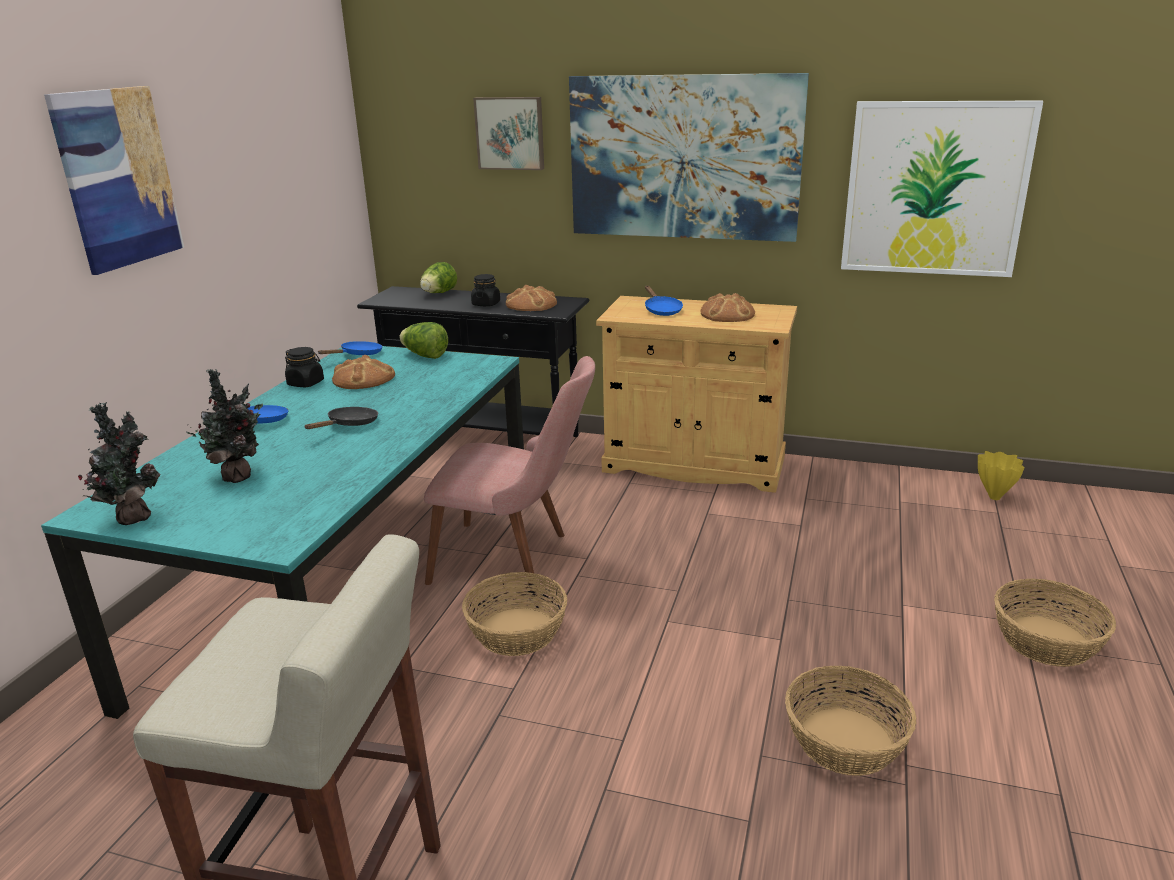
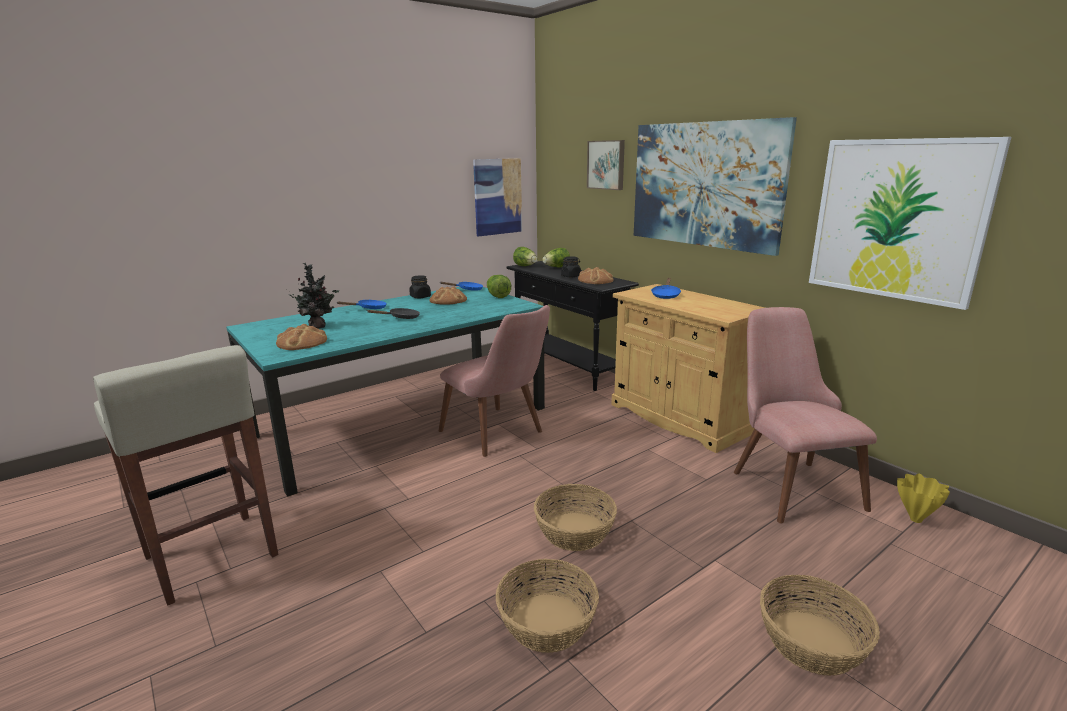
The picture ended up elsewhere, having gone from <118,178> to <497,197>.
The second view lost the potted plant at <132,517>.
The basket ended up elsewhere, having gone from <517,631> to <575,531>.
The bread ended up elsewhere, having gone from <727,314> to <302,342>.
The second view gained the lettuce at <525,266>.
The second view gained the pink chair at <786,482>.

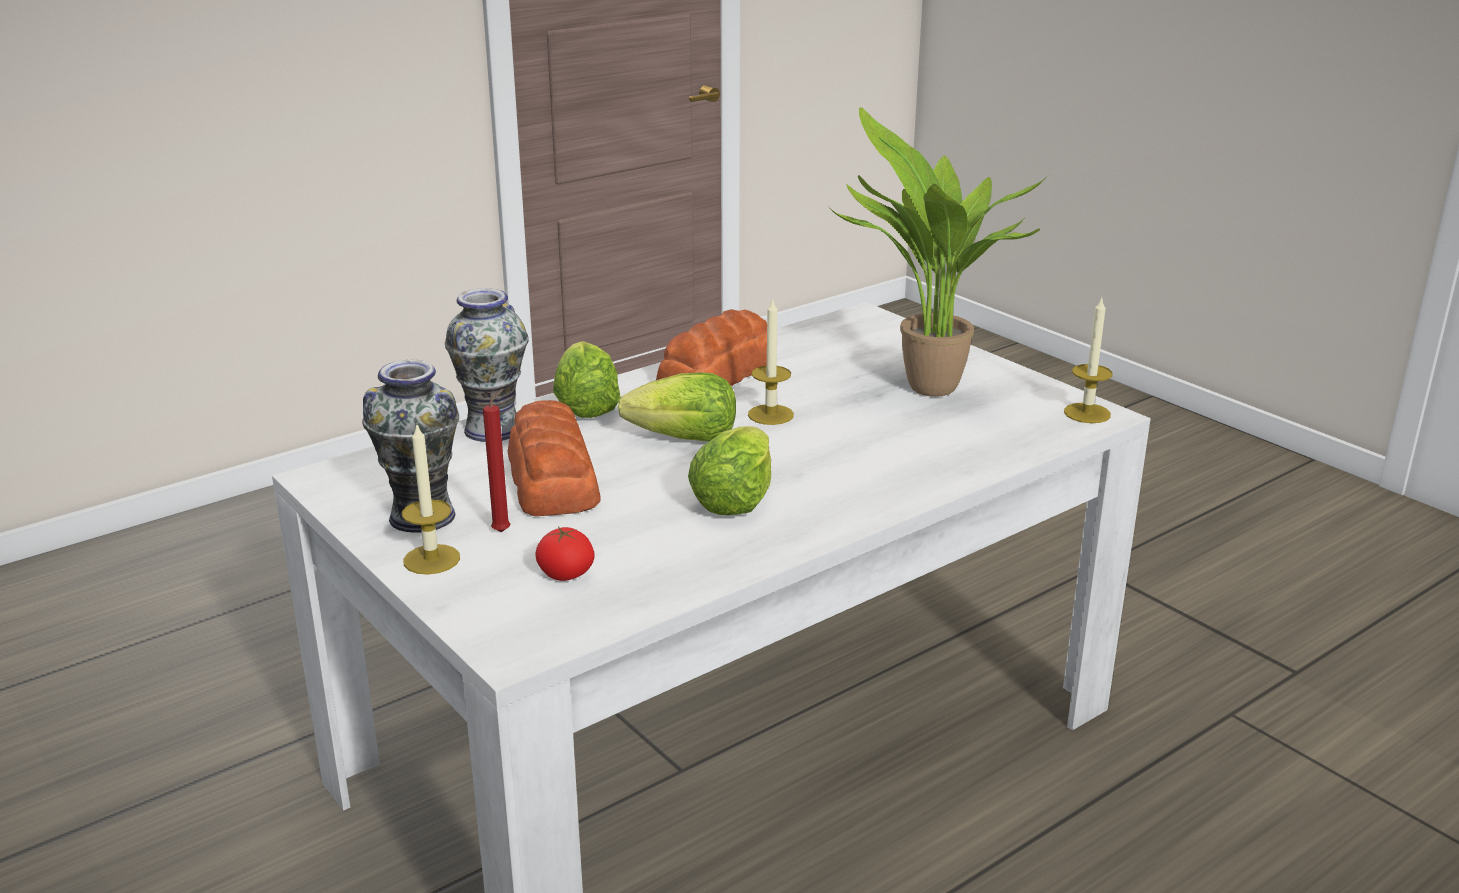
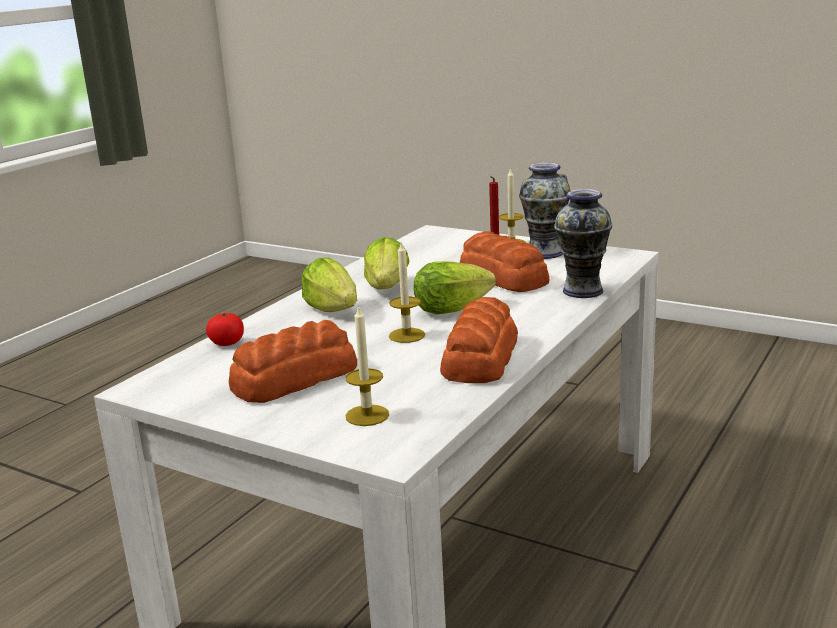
The tomato ended up elsewhere, having gone from <566,574> to <227,343>.
The lettuce ended up elsewhere, having gone from <586,407> to <333,309>.
Where the potted plant stood at <925,391>, the bread came to stand at <293,378>.
The candle ended up elsewhere, having gone from <1087,413> to <367,415>.

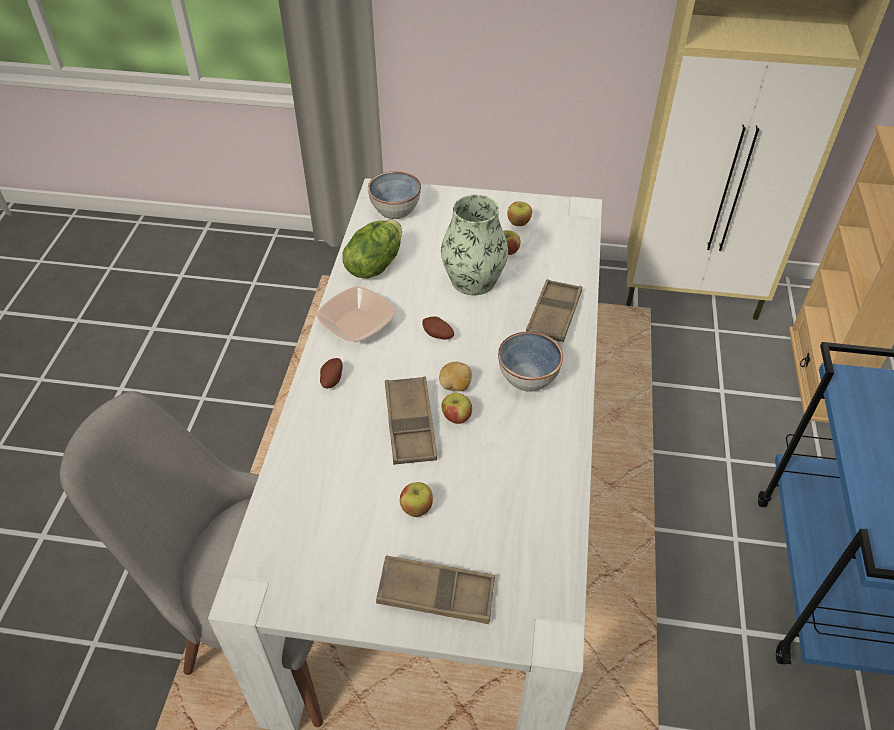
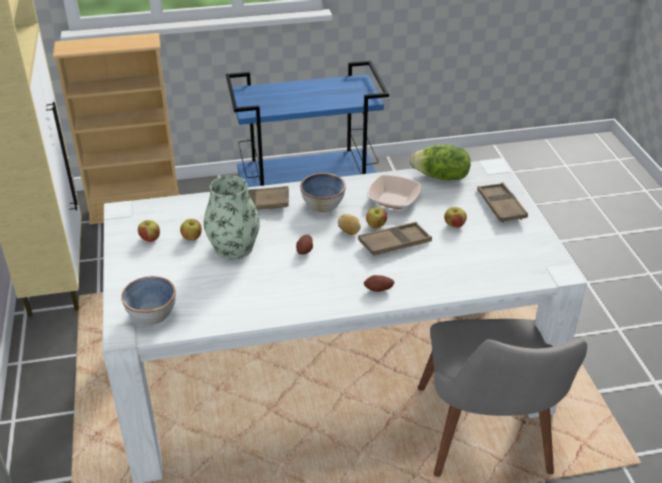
The bowl ended up elsewhere, having gone from <357,324> to <393,199>.
The lettuce ended up elsewhere, having gone from <374,264> to <441,177>.

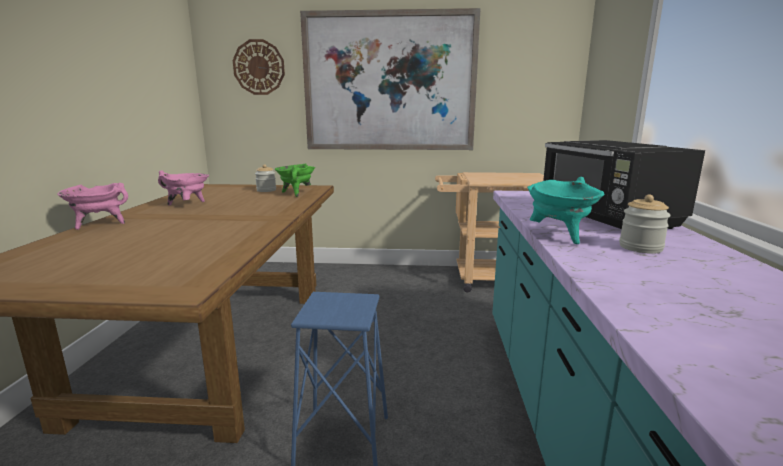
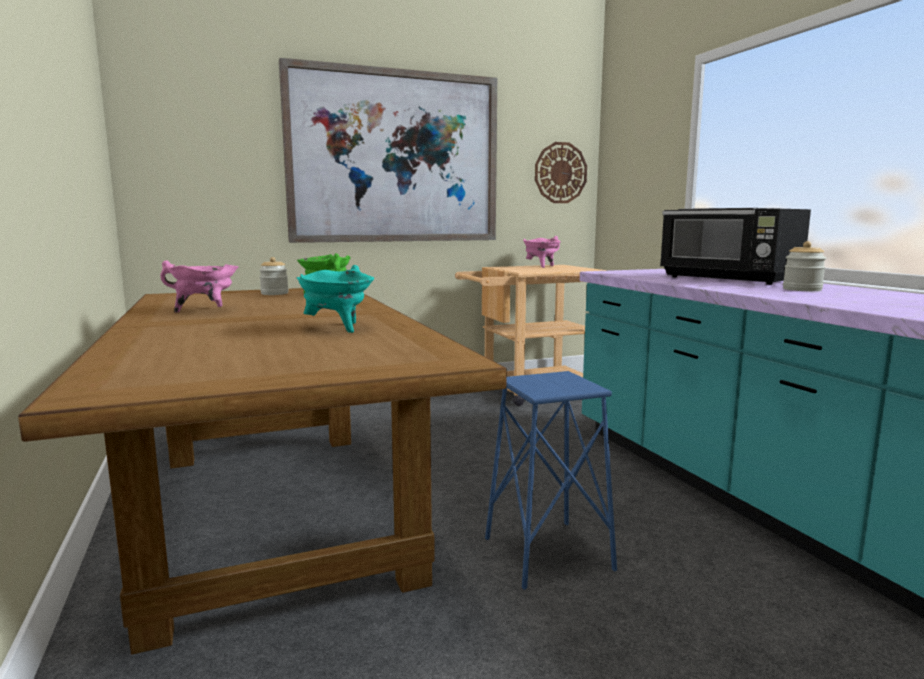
The pink cooking pot ended up elsewhere, having gone from <99,224> to <541,266>.
The wall clock ended up elsewhere, having gone from <259,67> to <560,173>.
The turquoise cooking pot ended up elsewhere, having gone from <560,236> to <337,328>.

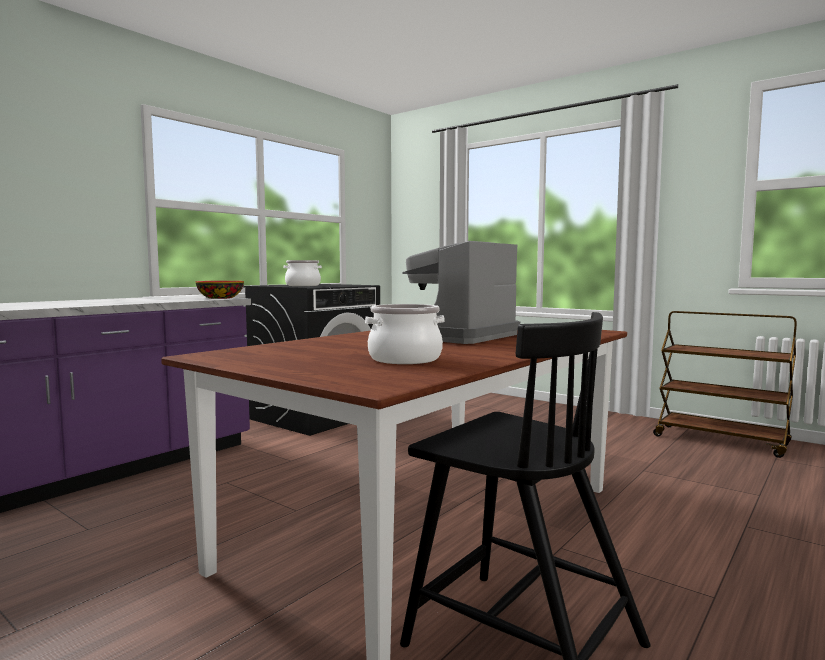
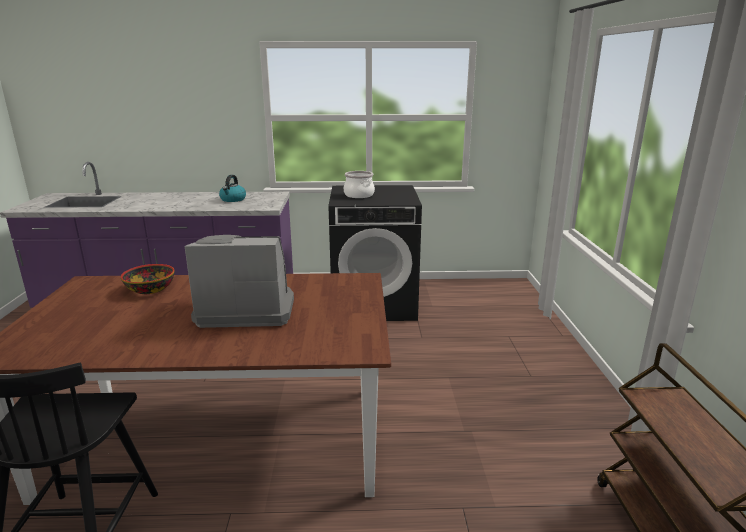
The bowl ended up elsewhere, having gone from <220,298> to <150,289>.
The second view lost the cooking pot at <405,359>.
The second view gained the kettle at <233,199>.

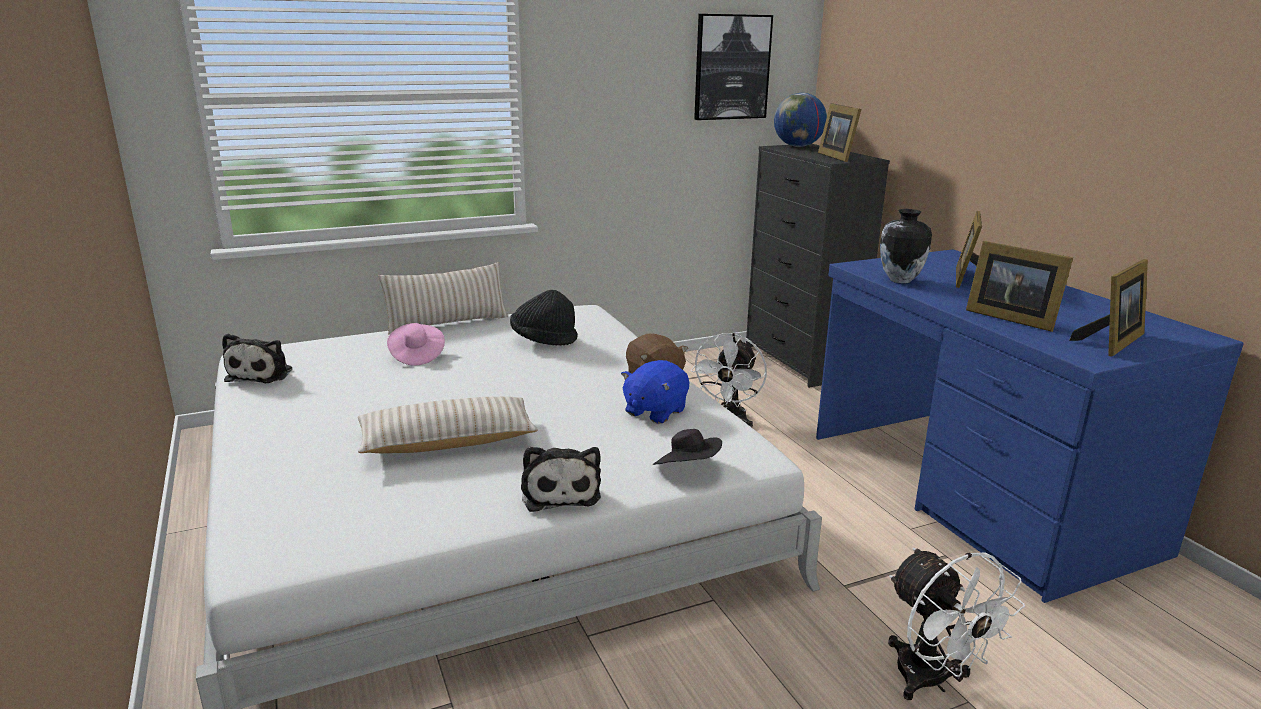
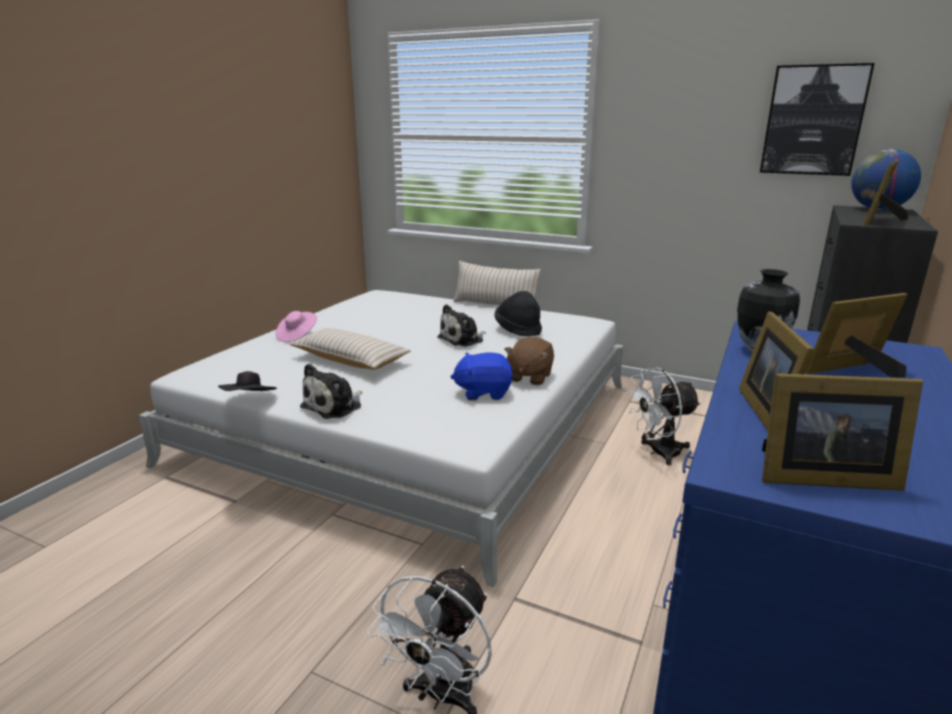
The plush toy ended up elsewhere, having gone from <262,374> to <463,339>.
The pink hat ended up elsewhere, having gone from <416,356> to <297,336>.
The black hat ended up elsewhere, having gone from <687,469> to <250,401>.

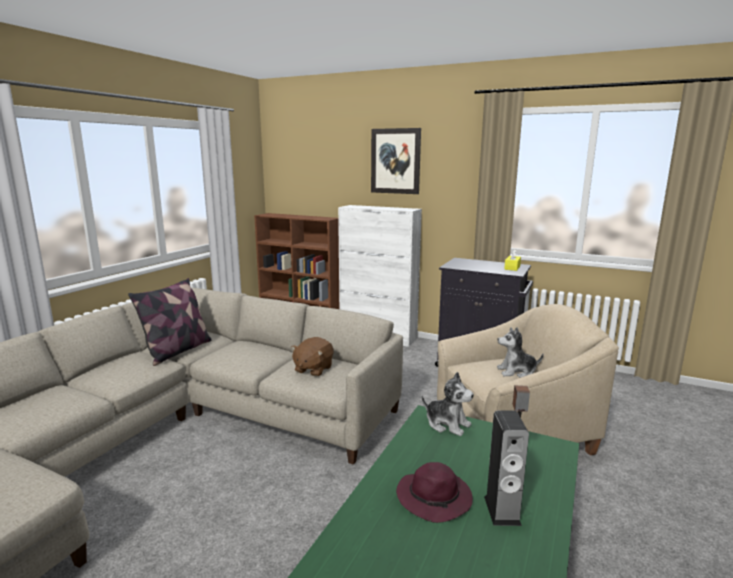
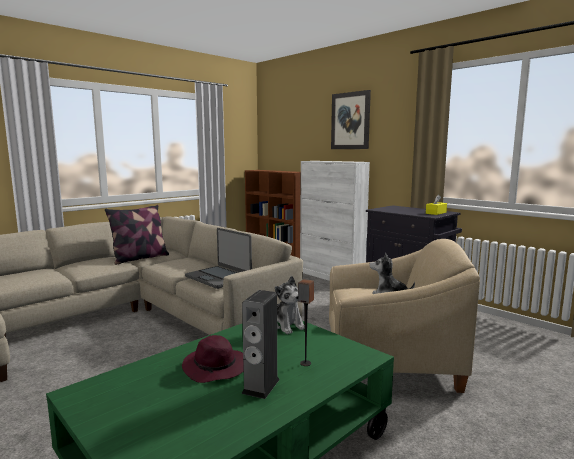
Where the brown plush toy stood at <313,369>, the laptop came to stand at <218,278>.

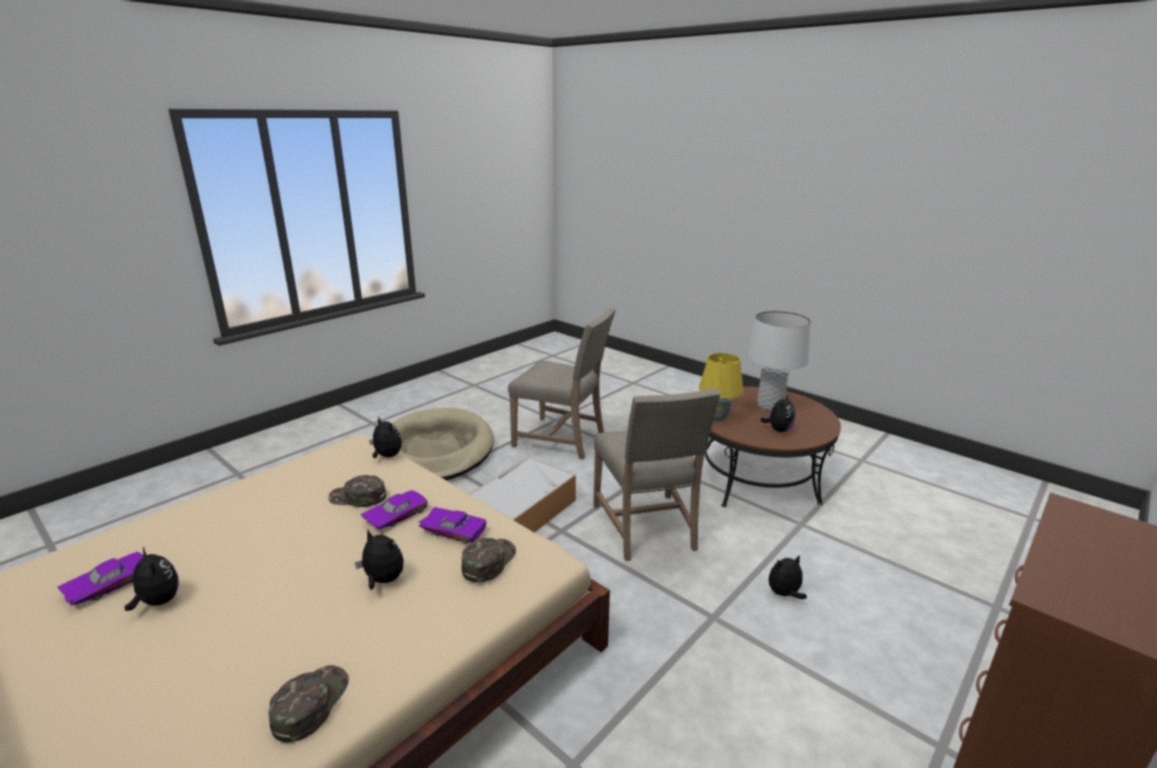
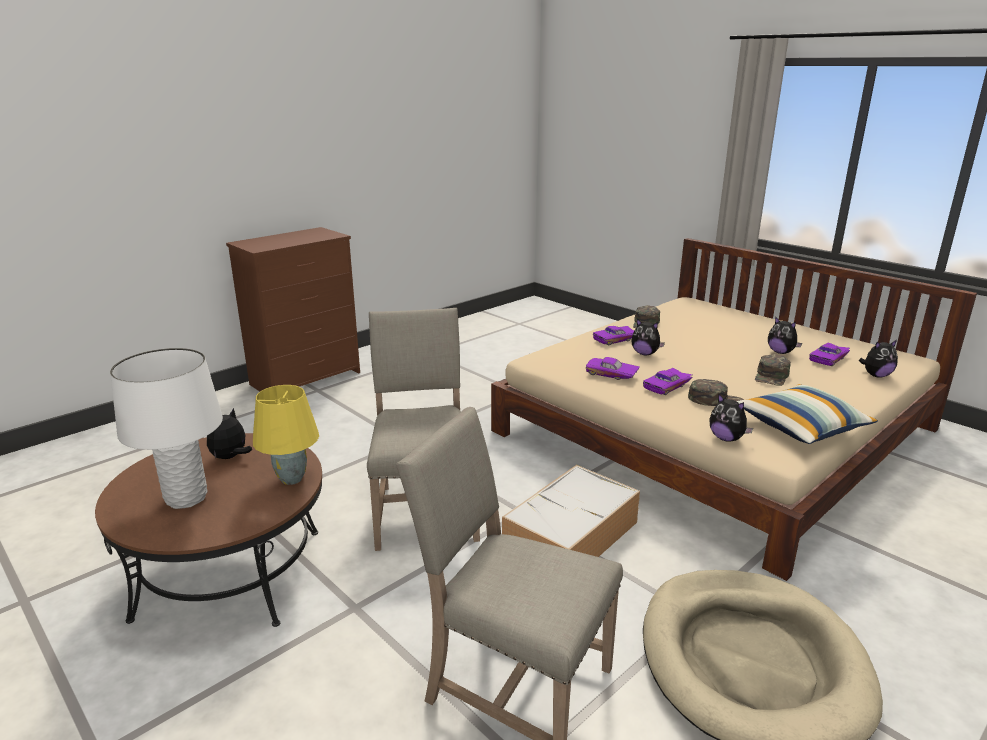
The green cap ended up elsewhere, having gone from <488,561> to <772,376>.
The plush toy ended up elsewhere, having gone from <784,594> to <876,375>.
The second view gained the purple toy car at <616,340>.
The second view gained the pillow at <800,427>.

